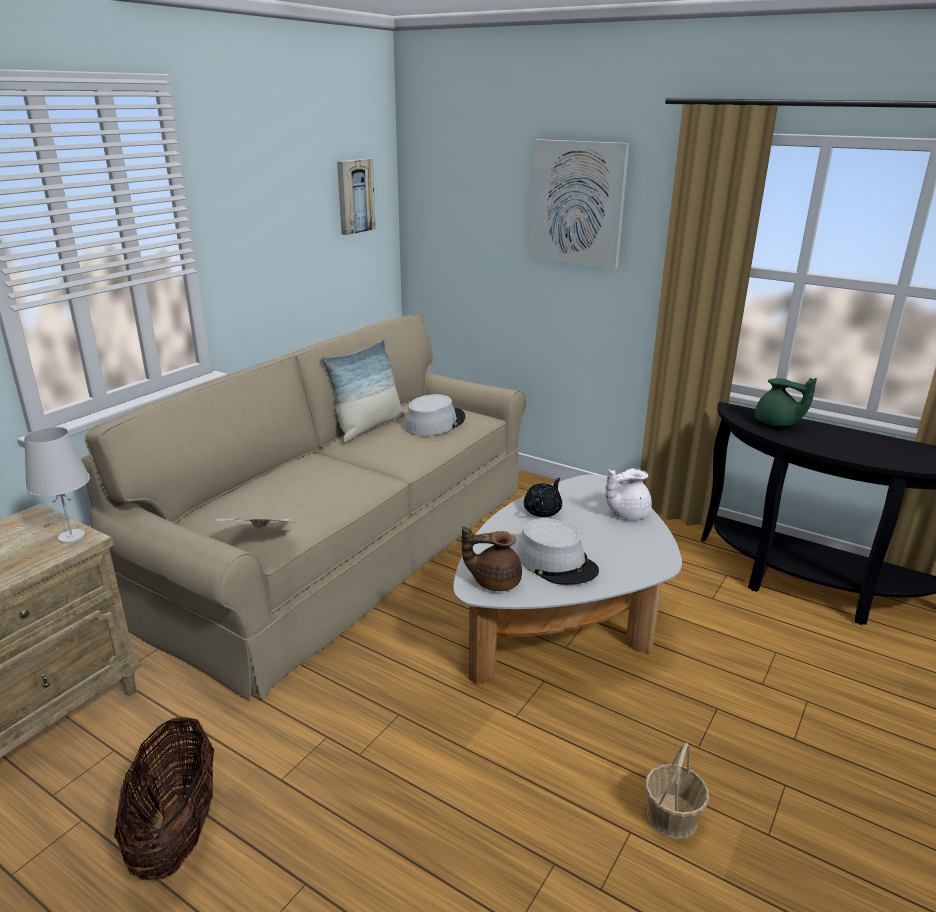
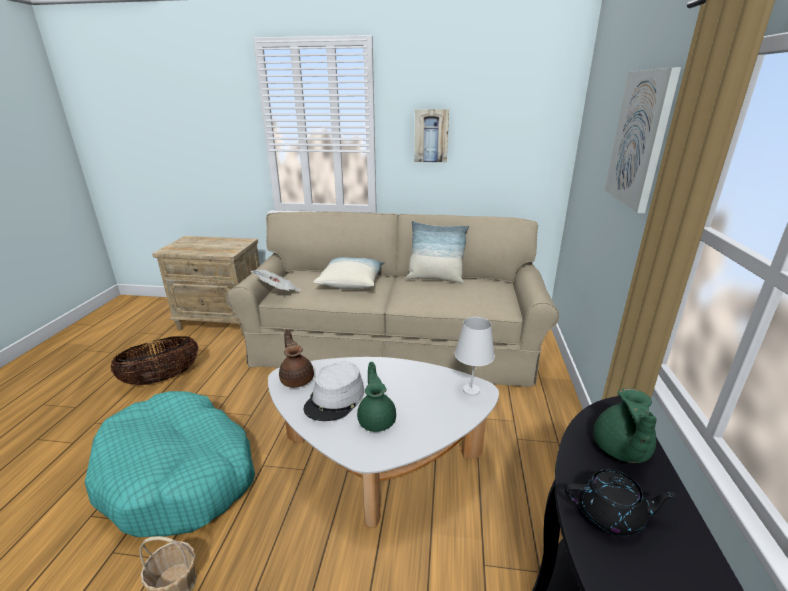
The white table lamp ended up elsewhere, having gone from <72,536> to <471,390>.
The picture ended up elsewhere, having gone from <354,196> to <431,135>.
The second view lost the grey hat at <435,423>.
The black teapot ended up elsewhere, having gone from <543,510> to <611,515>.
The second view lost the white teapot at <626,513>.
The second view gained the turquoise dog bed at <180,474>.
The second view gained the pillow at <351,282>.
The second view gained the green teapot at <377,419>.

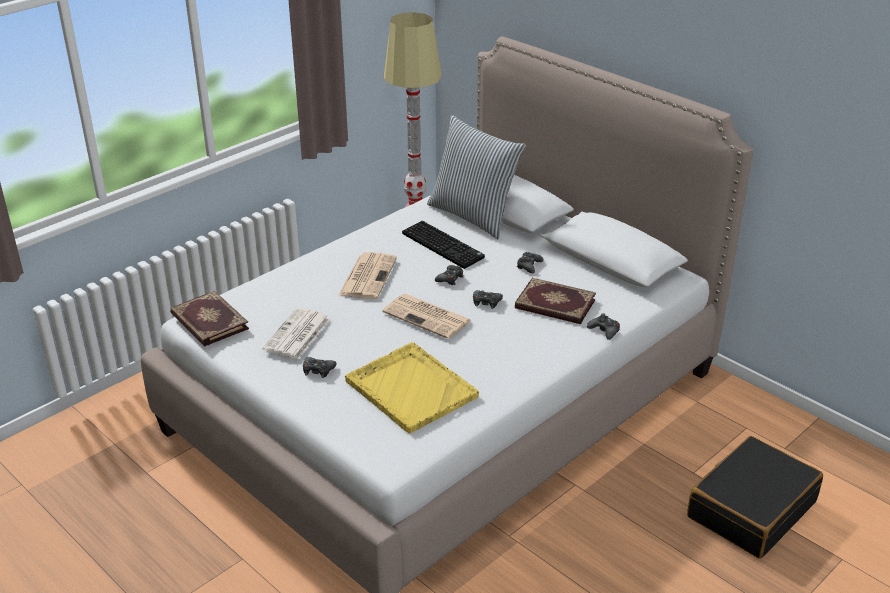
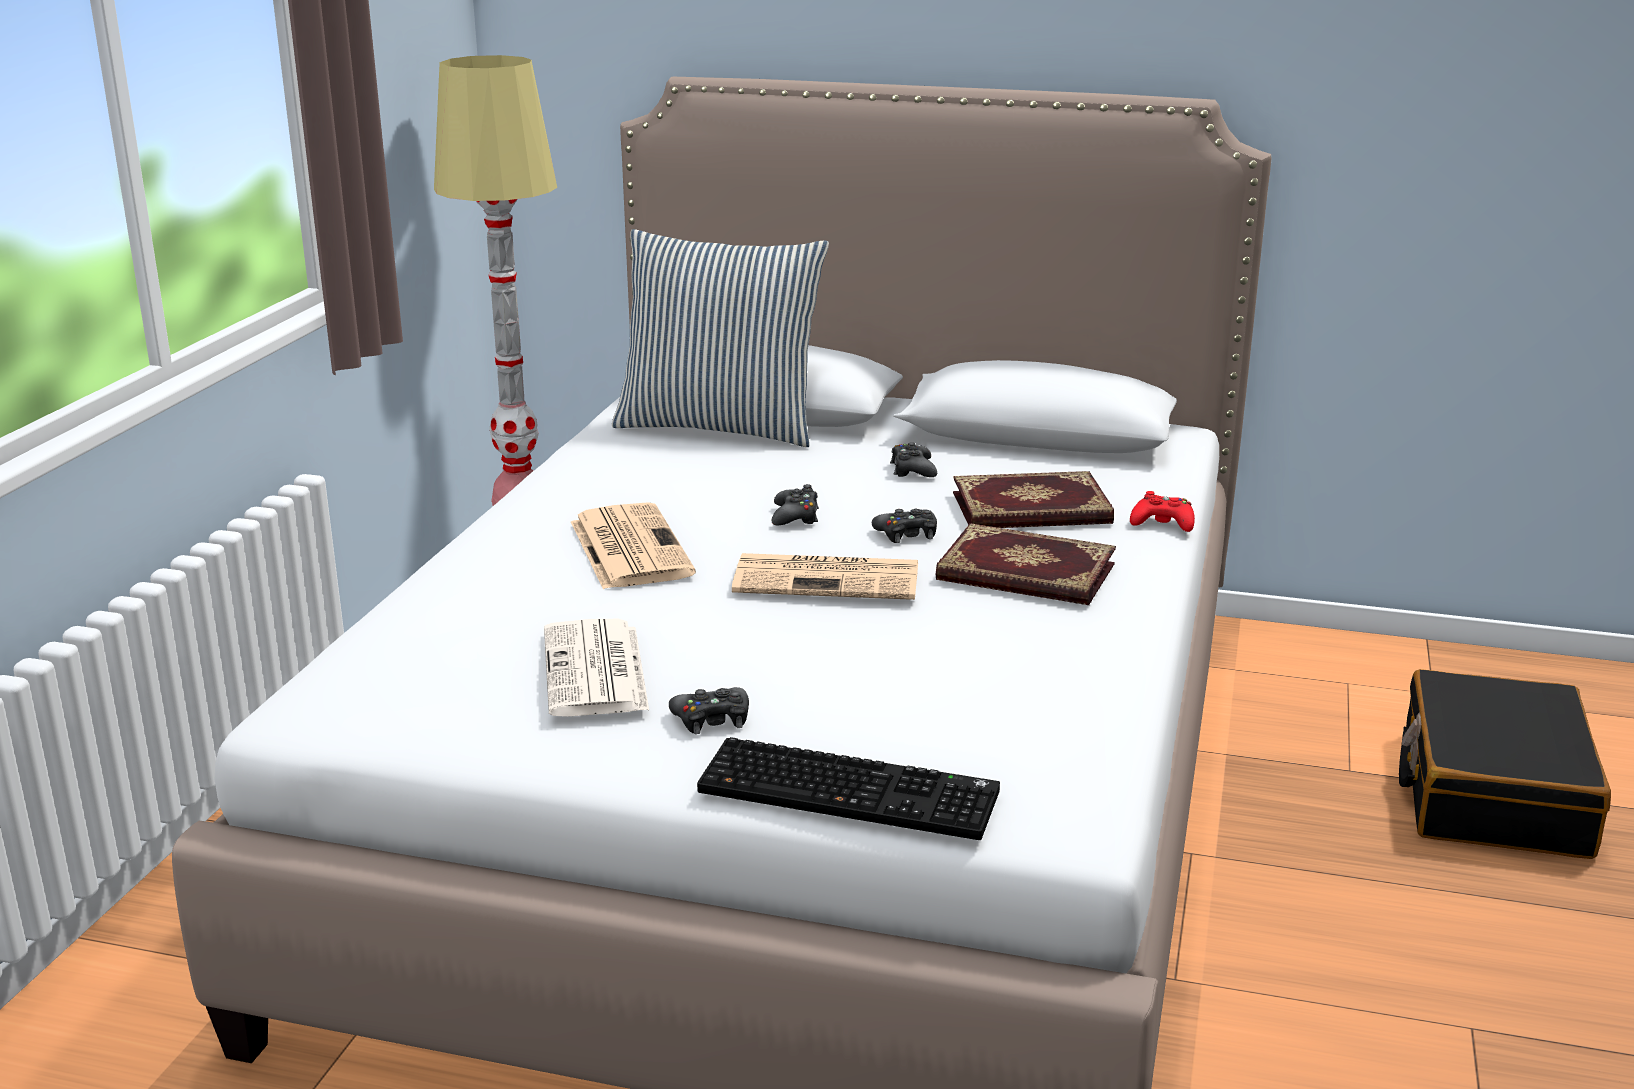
The book ended up elsewhere, having gone from <208,322> to <1025,574>.
The second view lost the yellow tray at <410,388>.
The keyboard ended up elsewhere, having gone from <444,245> to <852,791>.
What was the black game controller at <604,330> turned into the red game controller at <1162,523>.

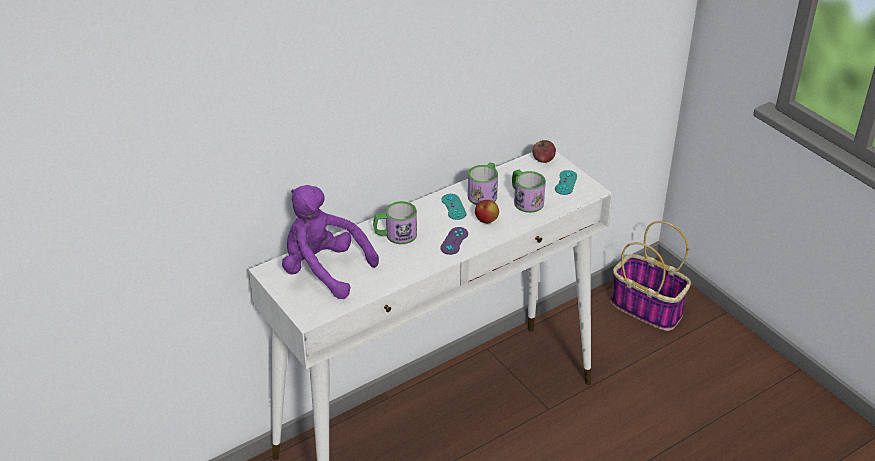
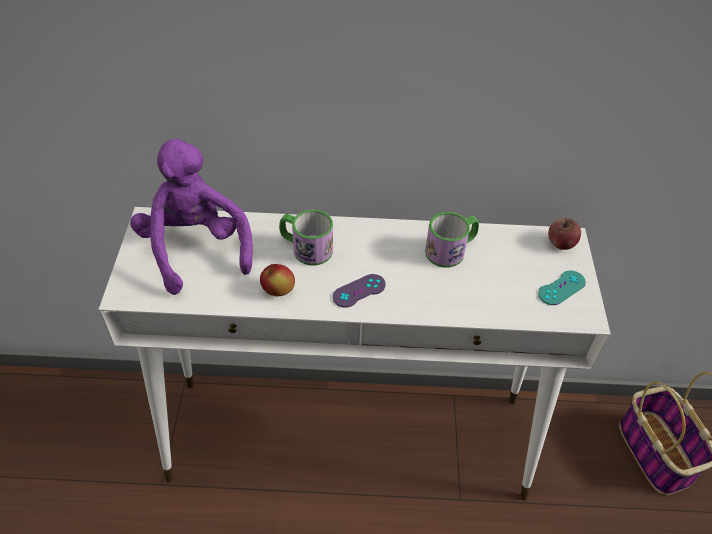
The second view lost the turquoise game controller at <453,207>.
The apple ended up elsewhere, having gone from <486,221> to <278,290>.
The second view lost the mug at <525,200>.

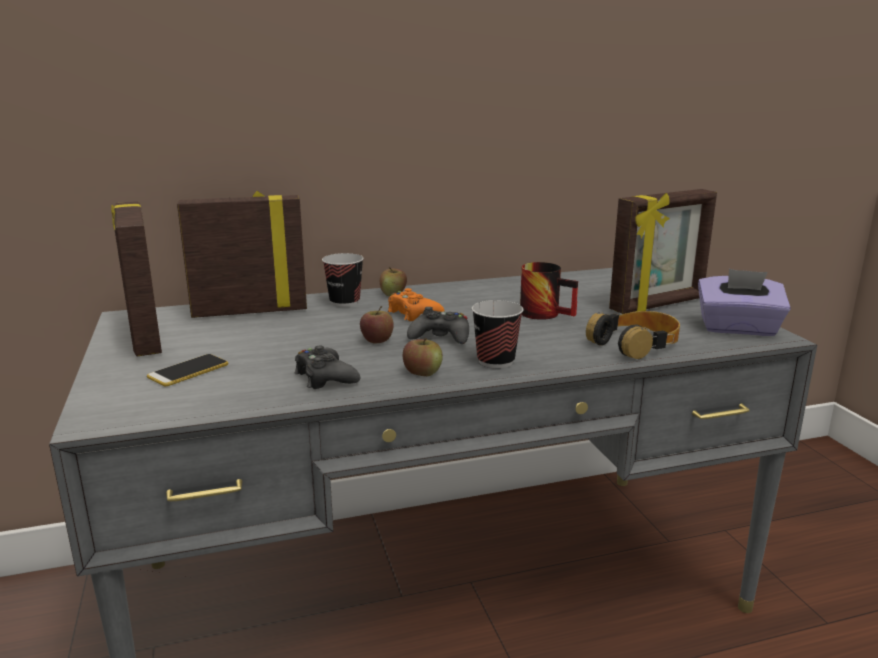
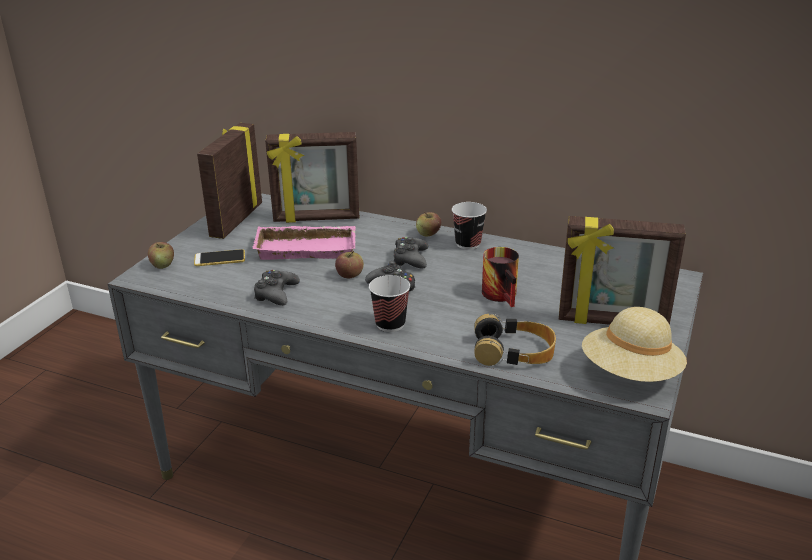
The picture frame at <250,311> ended up facing another way, 150 degrees clockwise from before.
The cup ended up elsewhere, having gone from <344,302> to <468,244>.
What was the orange game controller at <413,313> turned into the black game controller at <410,259>.
The apple ended up elsewhere, having gone from <422,372> to <162,265>.
Where the purple tissue box stood at <738,328>, the beige hat came to stand at <630,373>.
The second view gained the pink tray at <308,247>.

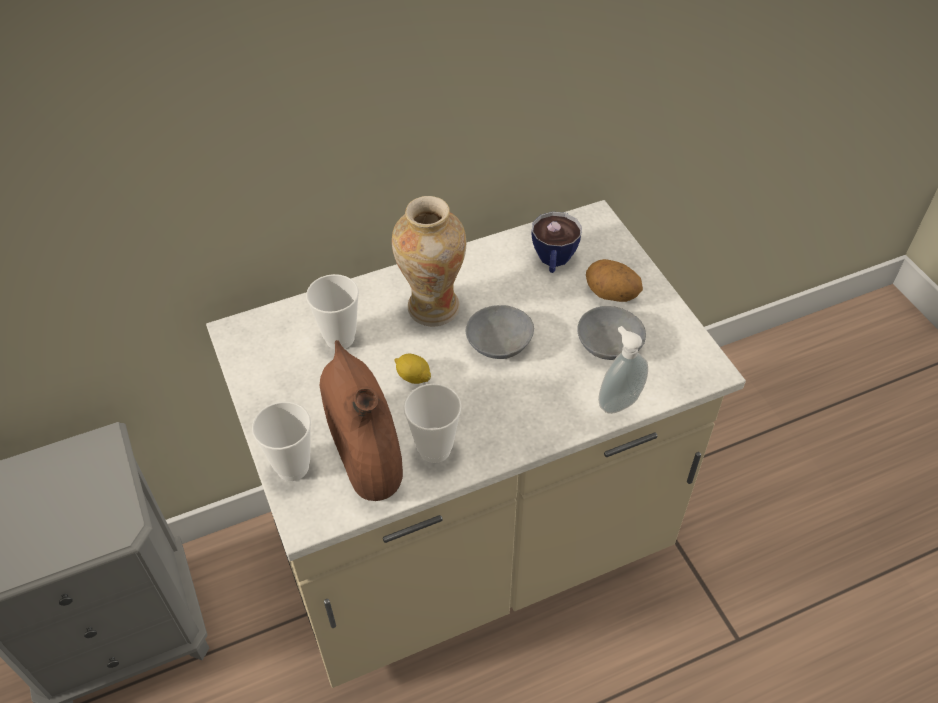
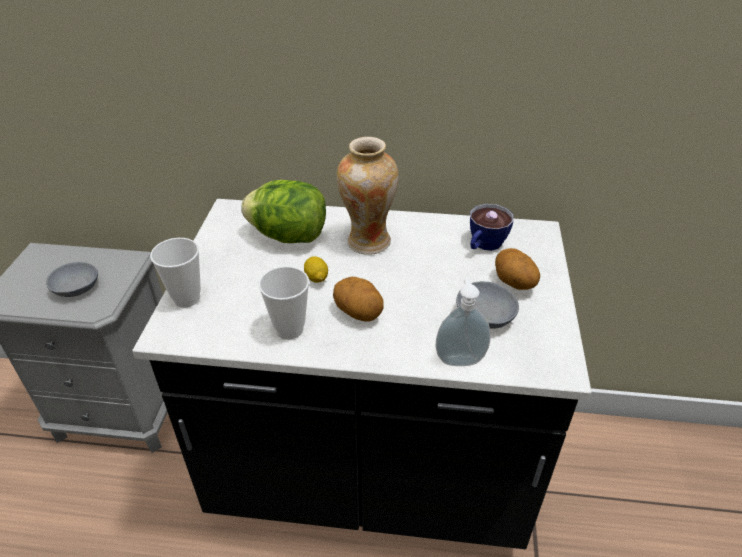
What was the beige counter at <470,547> turned into the black counter at <371,471>.
Where the cup stood at <340,338>, the lettuce came to stand at <289,236>.
The second view lost the brown vase at <365,454>.
The grey bowl ended up elsewhere, having gone from <499,341> to <78,287>.
The second view gained the potato at <359,313>.

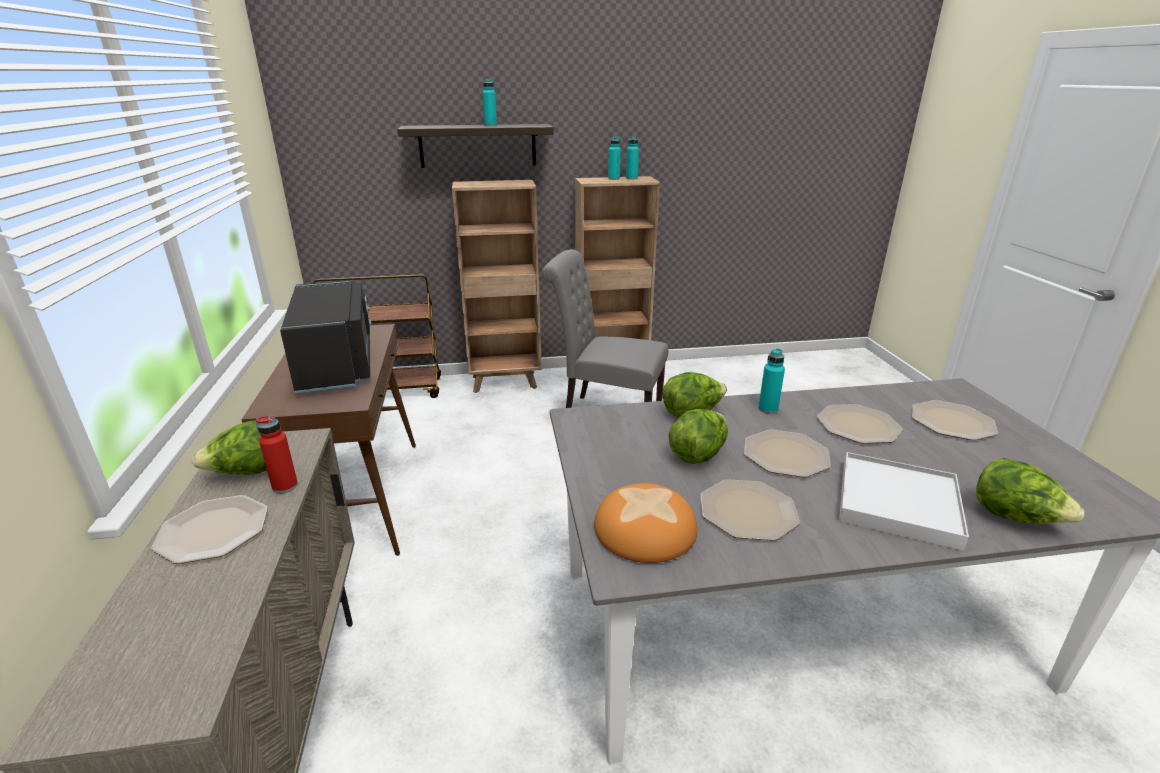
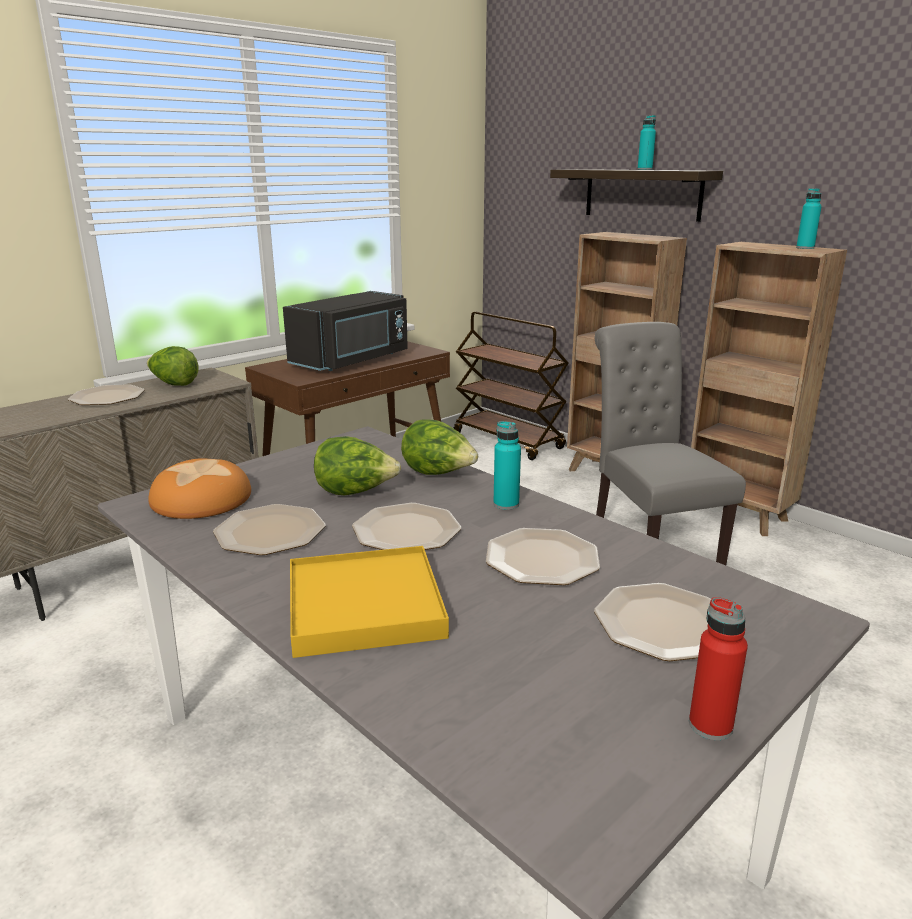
The red bottle ended up elsewhere, having gone from <285,486> to <710,725>.
The second view lost the turquoise bottle at <614,179>.
What was the white tray at <897,503> turned into the yellow tray at <365,605>.
The second view lost the lettuce at <1015,518>.

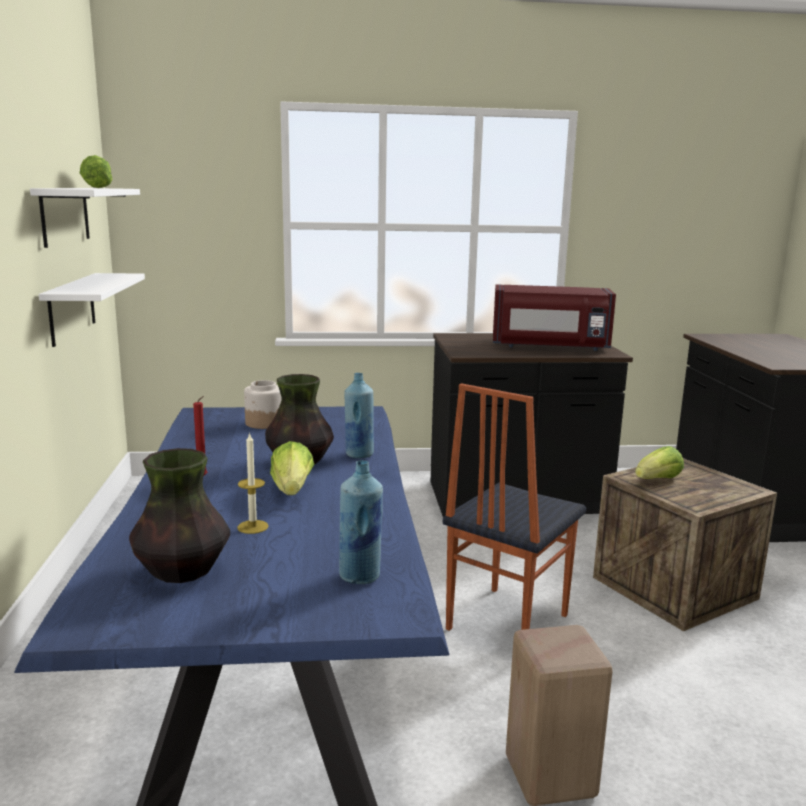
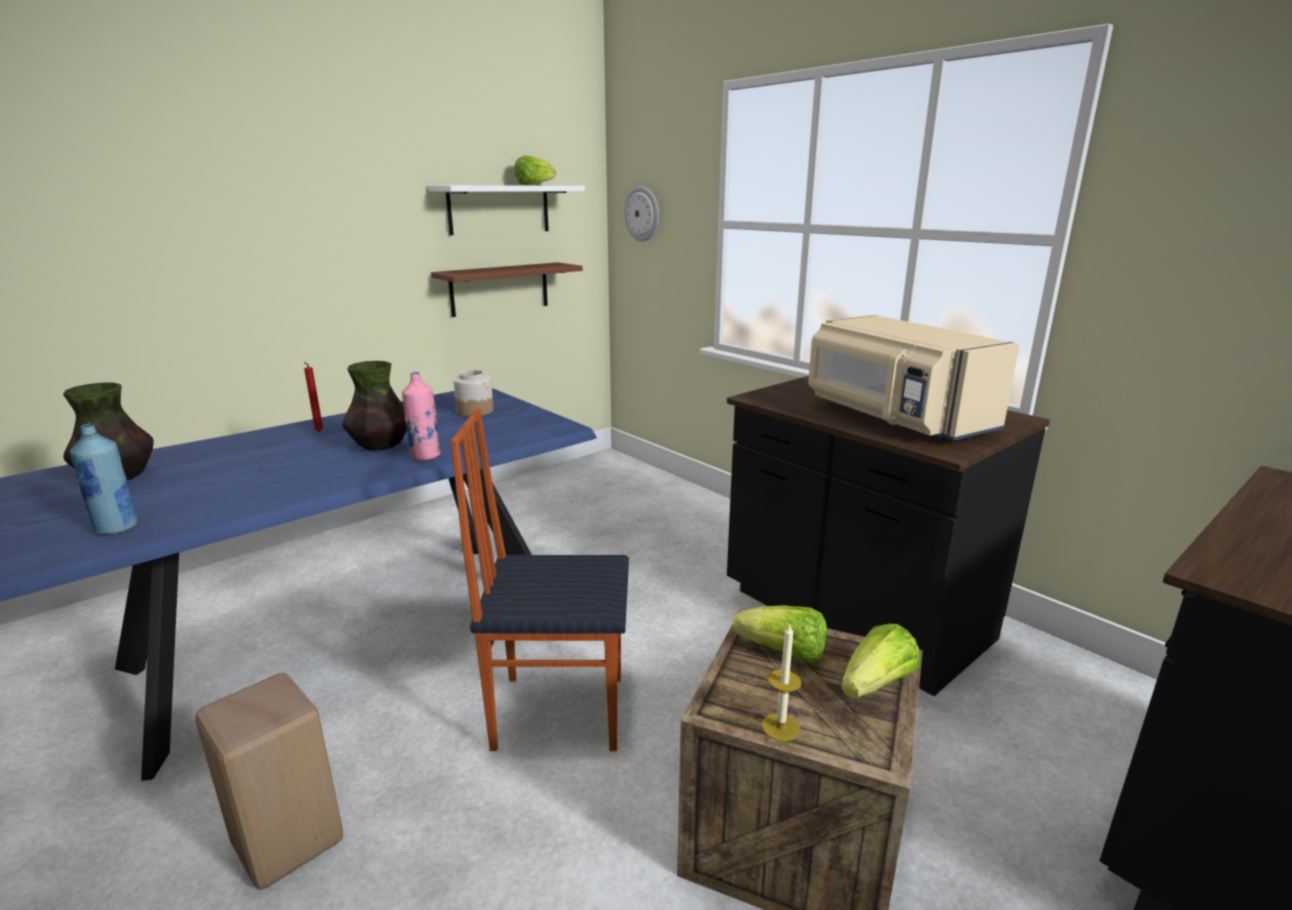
What was the white shelf at <72,308> turned into the brown shelf at <499,289>.
The candle ended up elsewhere, having gone from <253,527> to <780,727>.
The lettuce ended up elsewhere, having gone from <292,490> to <876,685>.
What was the blue bottle at <359,454> turned into the pink bottle at <425,456>.
What was the red microwave at <549,347> turned into the beige microwave at <893,418>.
The second view gained the wall clock at <642,213>.

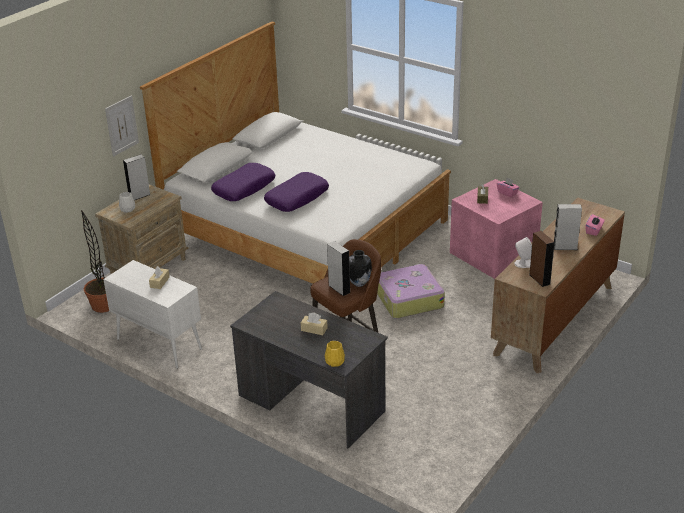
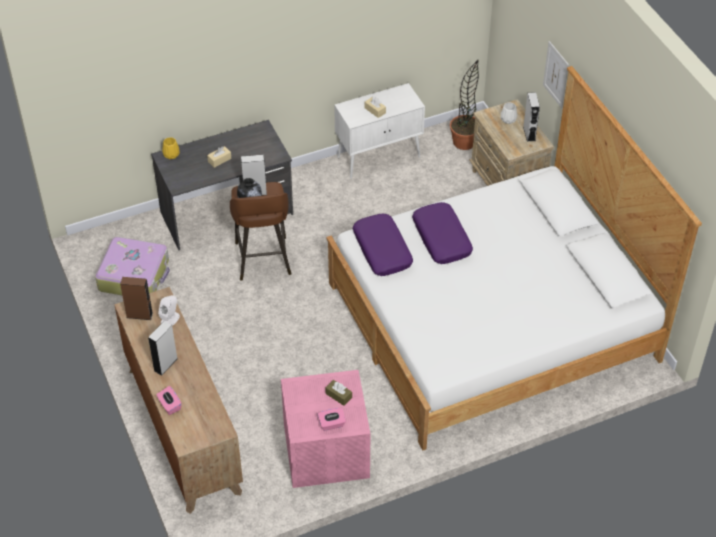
The purple pillow ended up elsewhere, having gone from <244,188> to <382,250>.
The suitcase ended up elsewhere, having gone from <408,299> to <135,275>.

